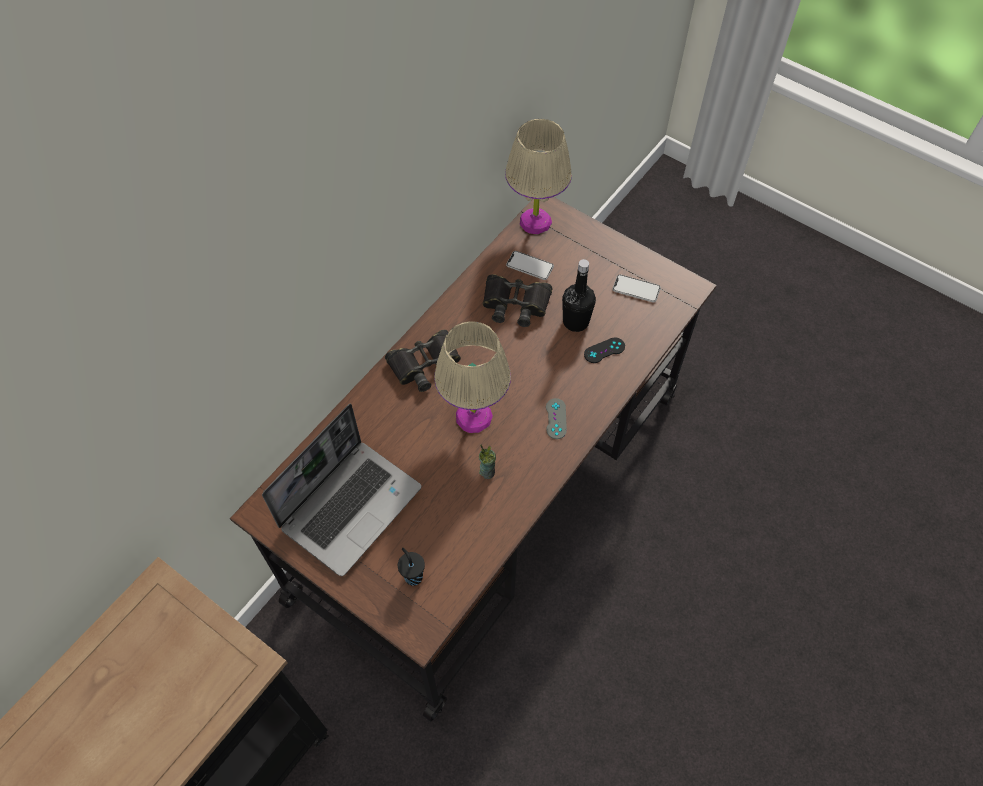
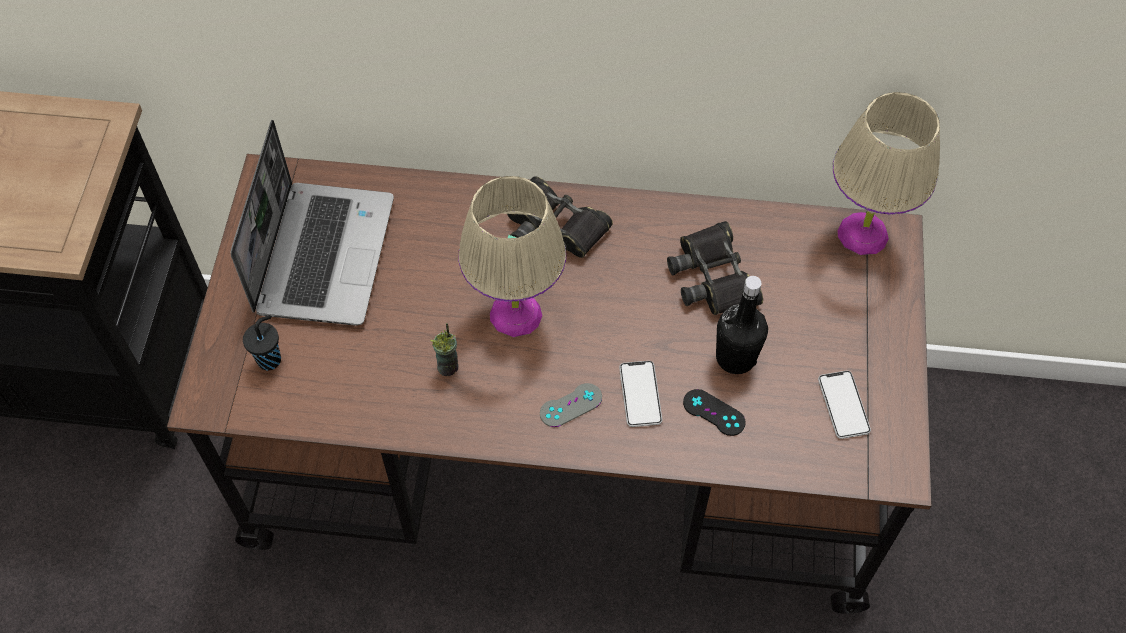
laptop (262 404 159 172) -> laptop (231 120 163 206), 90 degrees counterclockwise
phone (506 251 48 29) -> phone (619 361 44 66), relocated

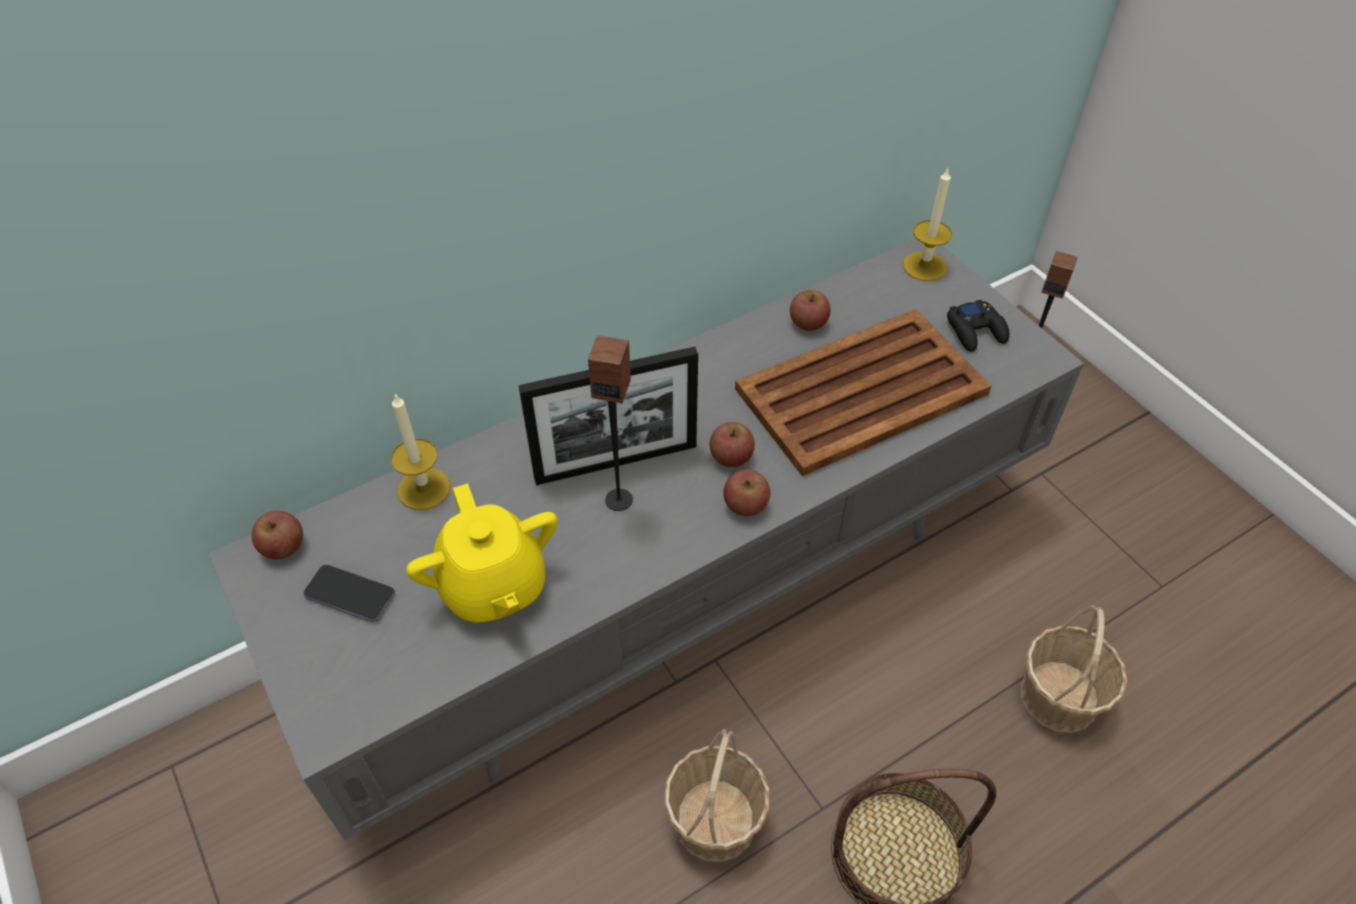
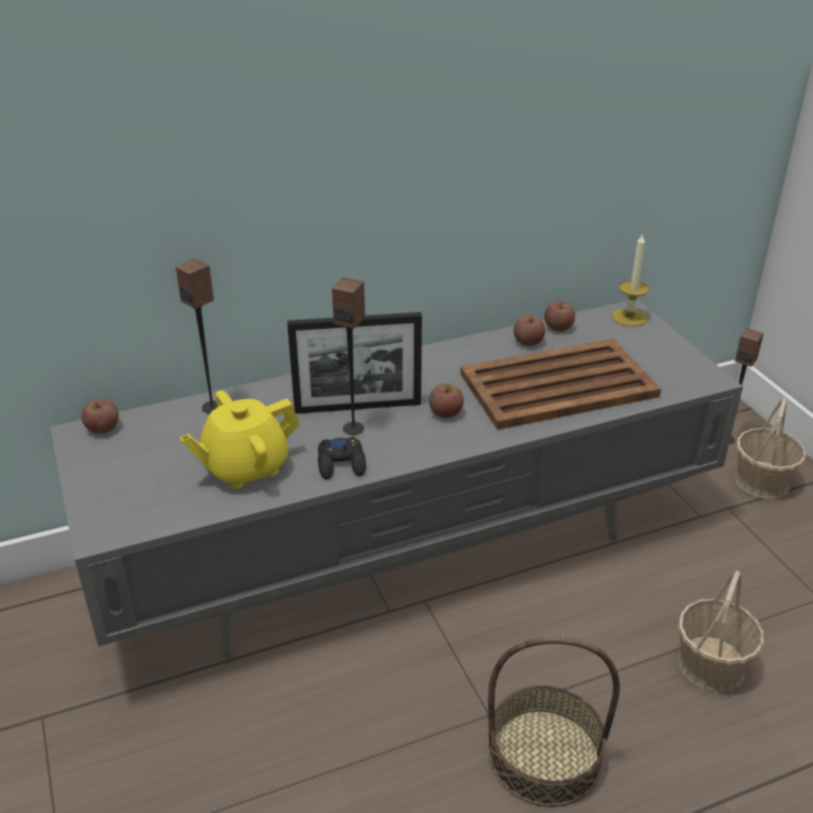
phone (303 564 92 58) -> none
candle (391 393 60 117) -> speaker (176 259 42 154)
teapot/yellow (406 483 151 140) -> teapot/yellow (180 390 120 99), 75 degrees clockwise
basket (664 729 106 133) -> basket (735 398 71 101), relocated
apple (723 469 47 47) -> apple (544 301 31 30), relocated
game controller/black (947 300 63 52) -> game controller/black (318 437 48 42), relocated

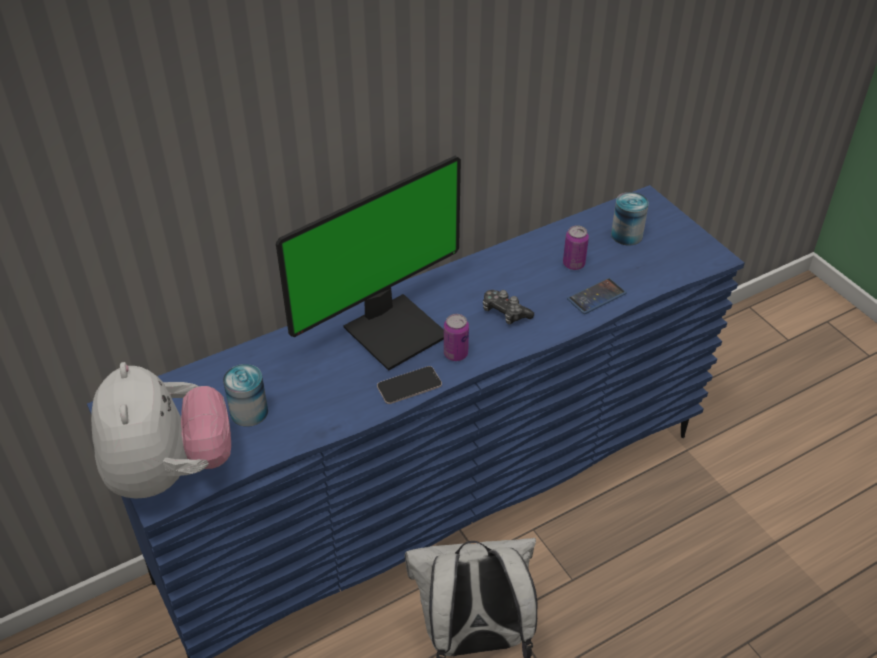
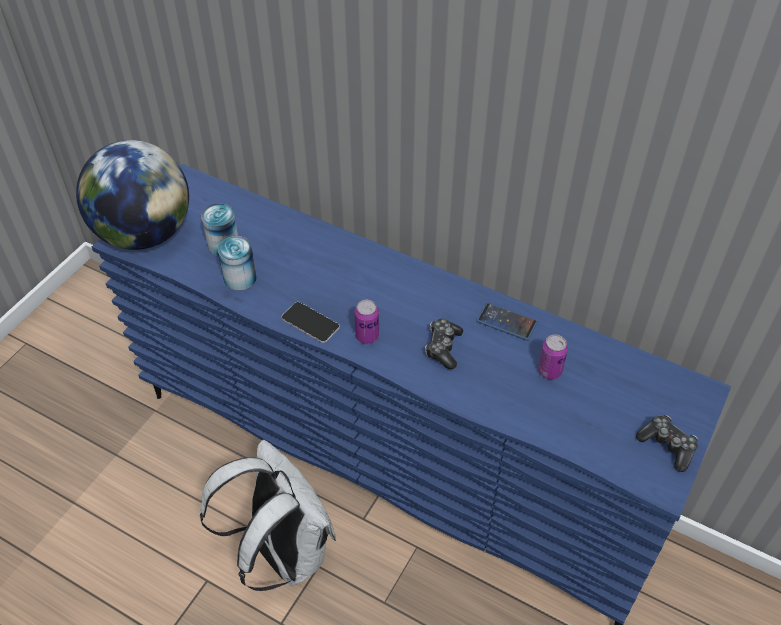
plush toy (91 362 140 137) -> globe (76 140 113 110)
monitor (276 156 185 215) -> none
phone (567 278 60 36) -> phone (476 302 62 39), relocated
can (611 192 38 54) -> can (218 236 39 55), relocated
none -> game controller (636 415 62 57)

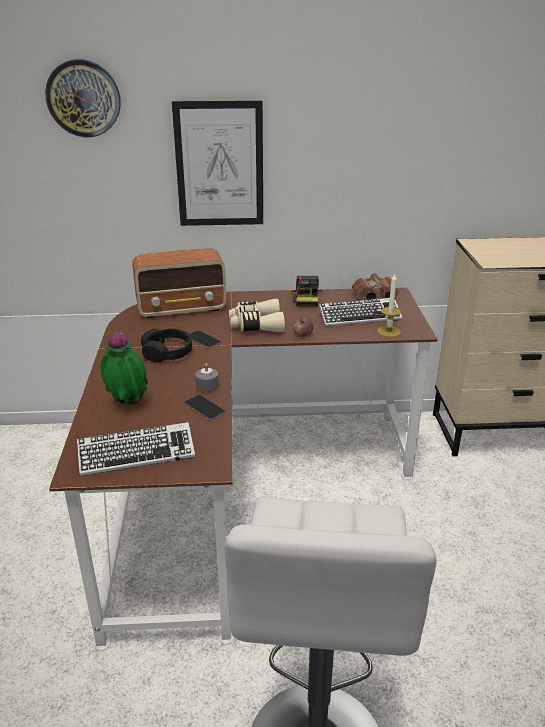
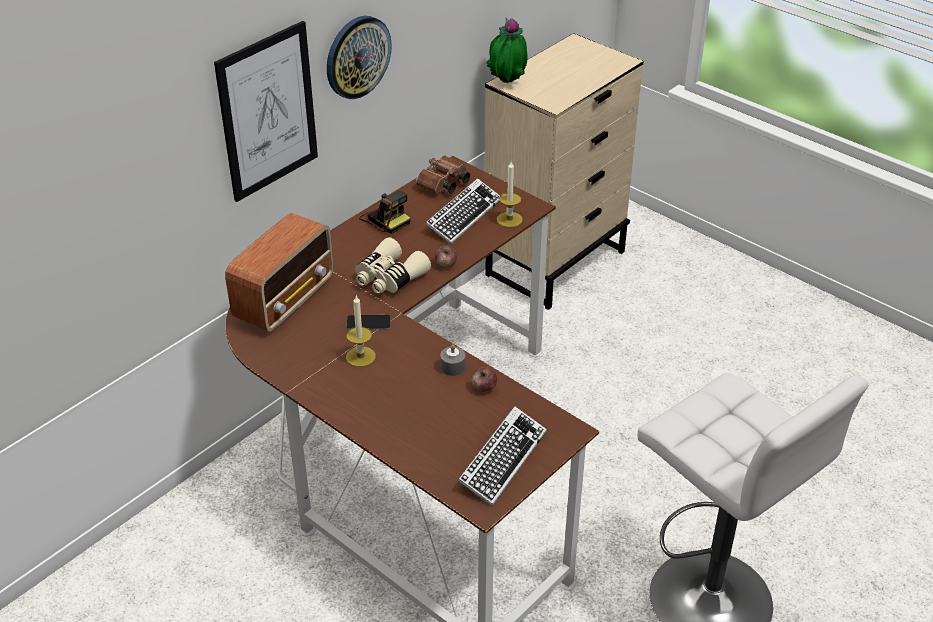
wall clock (45 59 76 78) -> wall clock (327 16 65 83), relocated
potted plant (100 330 48 75) -> potted plant (486 18 41 65), relocated
headphones/black (141 328 51 35) -> candle (346 296 30 71)
phone (185 395 40 25) -> apple (471 367 26 25)

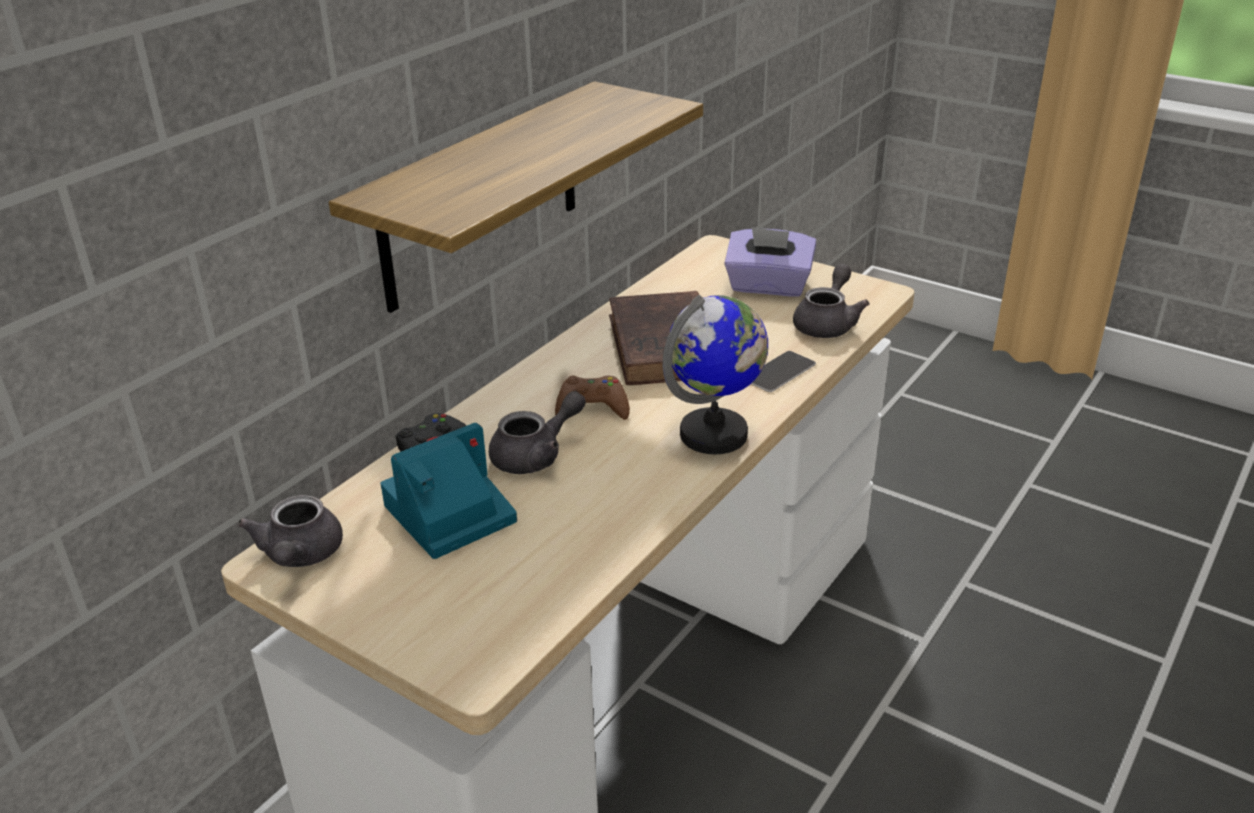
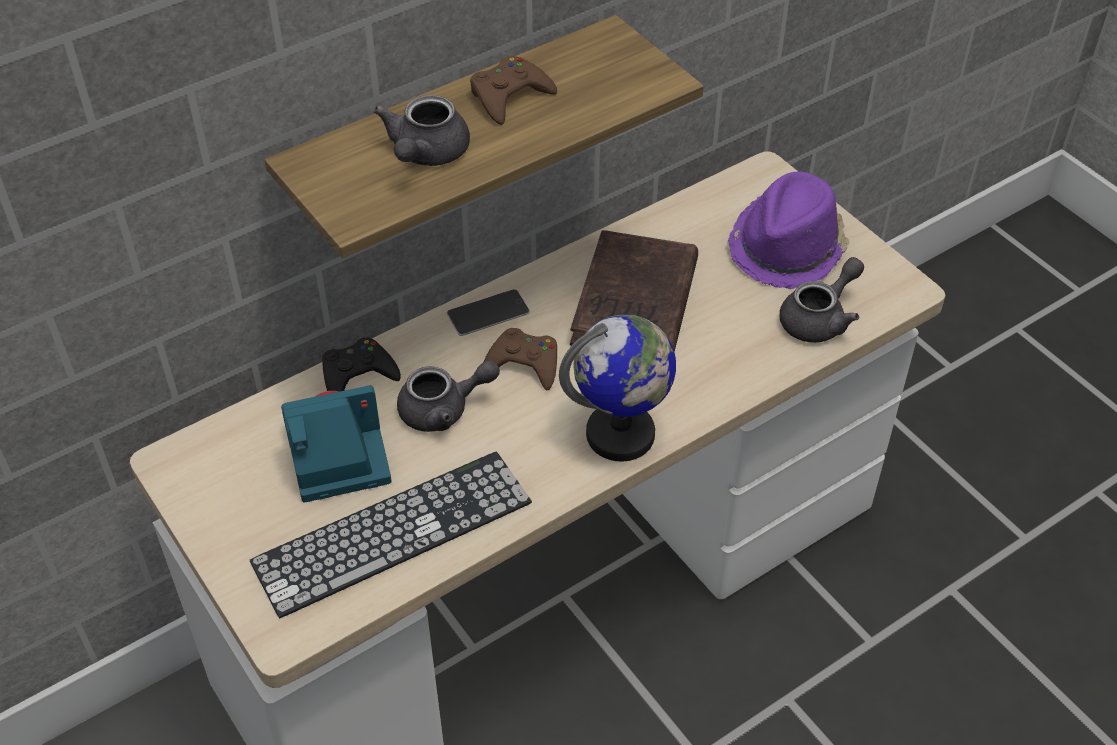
teapot/grey (237 495 106 72) -> teapot/grey (374 95 96 71), relocated
tissue box/purple (724 227 92 70) -> hat/purple (728 171 121 118)
phone (751 351 65 41) -> phone (447 289 83 47), relocated
none -> keyboard (250 452 282 166)
none -> game controller/brown (470 56 87 69)

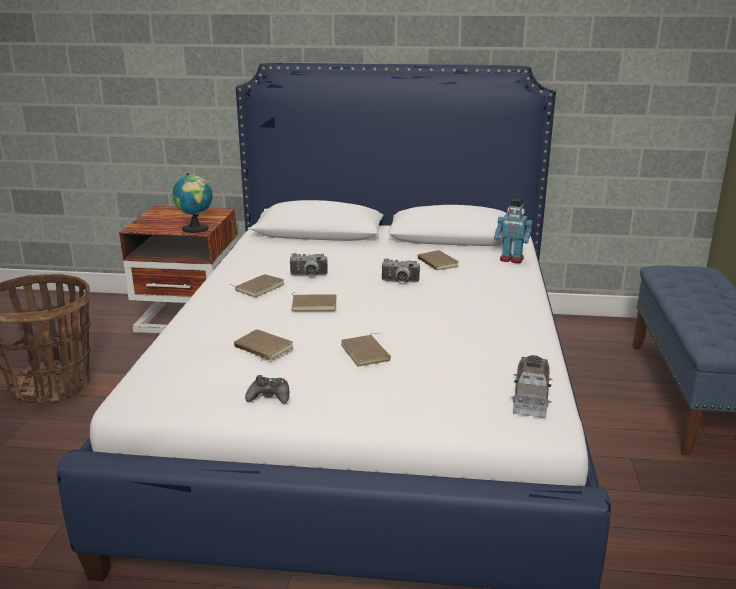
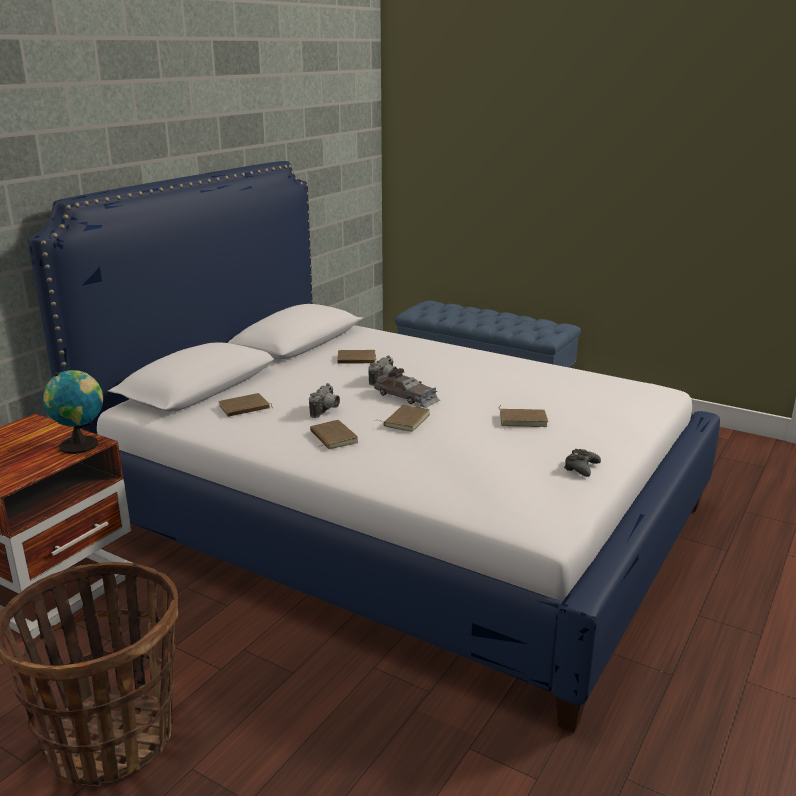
book/brown (234 329 60 32) -> book/brown (218 393 55 24), relocated
toy robot (494 198 39 65) -> none
toy car/grey (511 355 42 63) -> toy car/grey (374 368 66 40), relocated

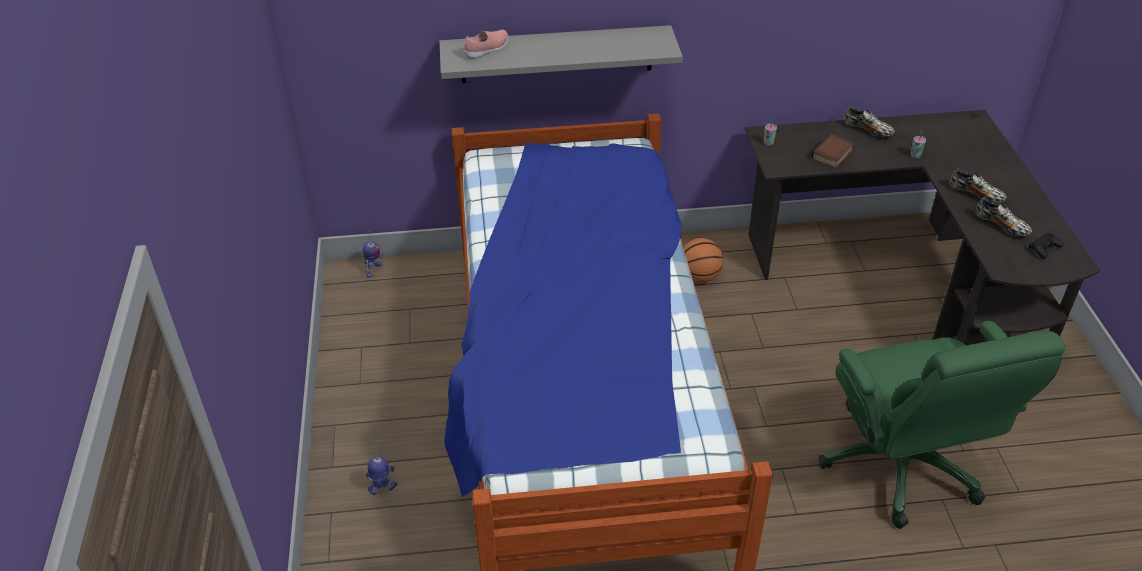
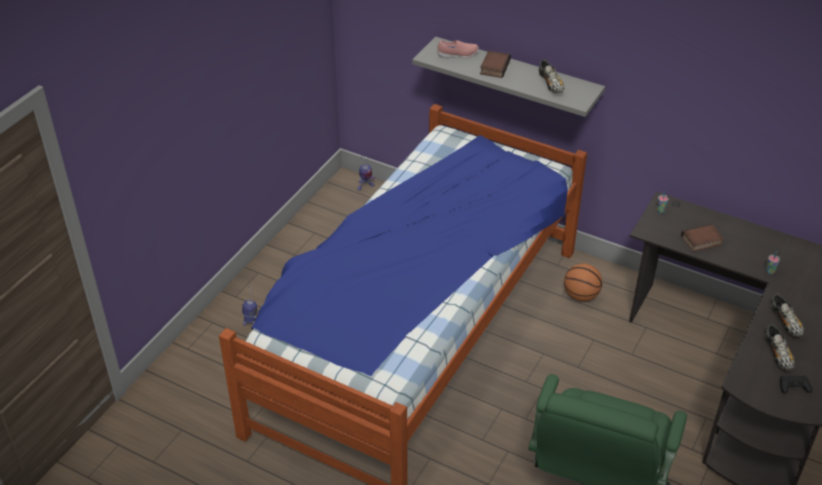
shoe (844 106 51 31) -> shoe (539 59 25 34), relocated
none -> book (480 51 31 27)

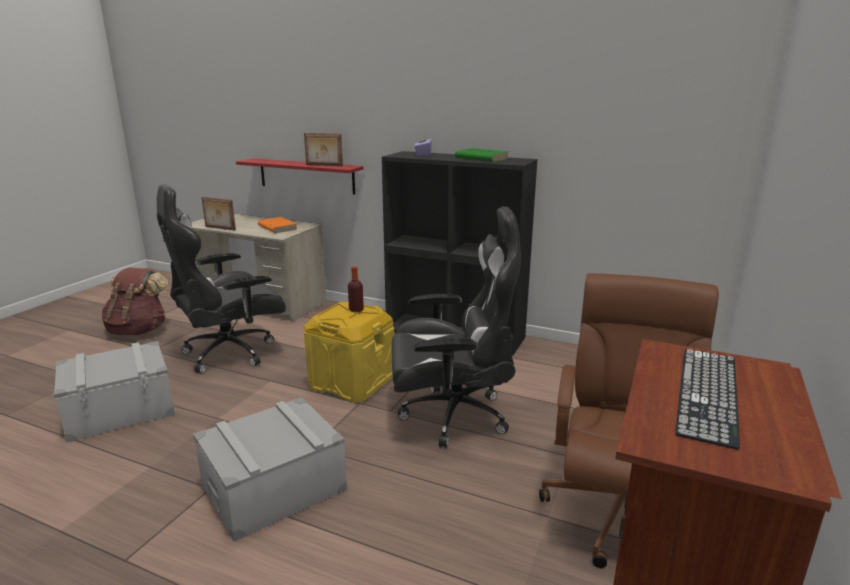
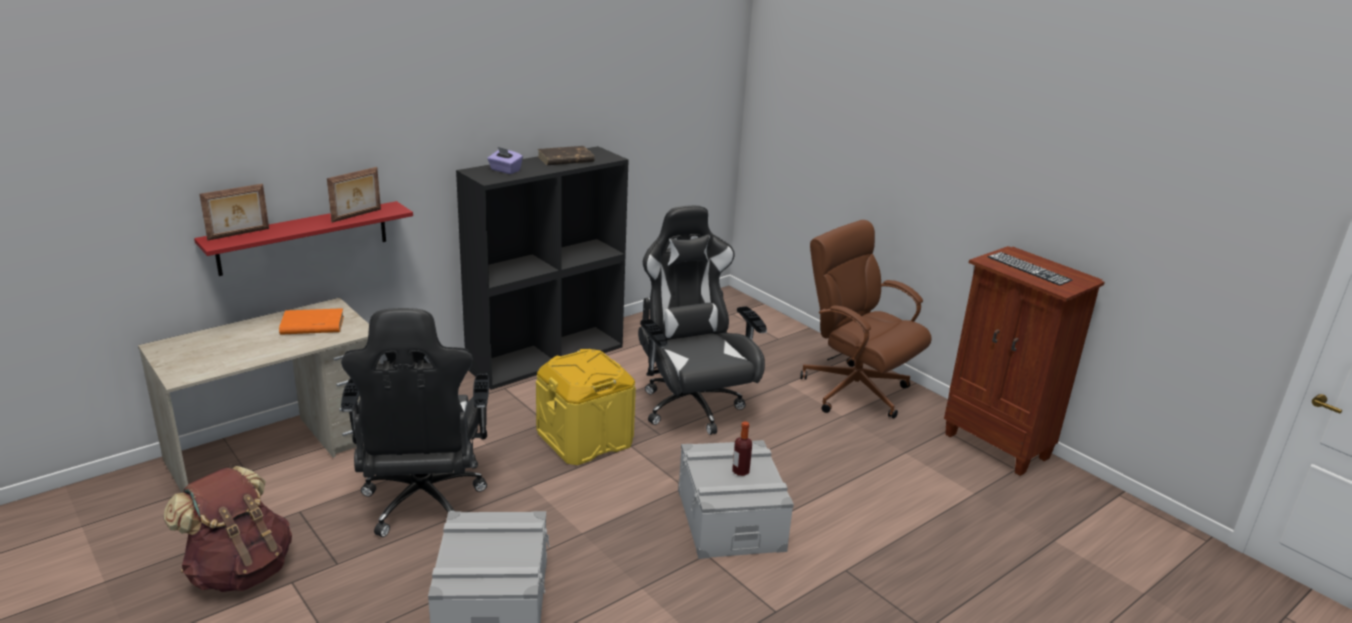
picture frame (201 197 35 34) -> picture frame (199 184 70 56), relocated
bottle (348 266 16 47) -> bottle (732 421 20 55), relocated
office chair/black (392 206 129 242) -> office chair/black (638 205 129 230), 45 degrees counterclockwise
book/green (455 148 54 14) -> book/brown (538 146 57 19)

